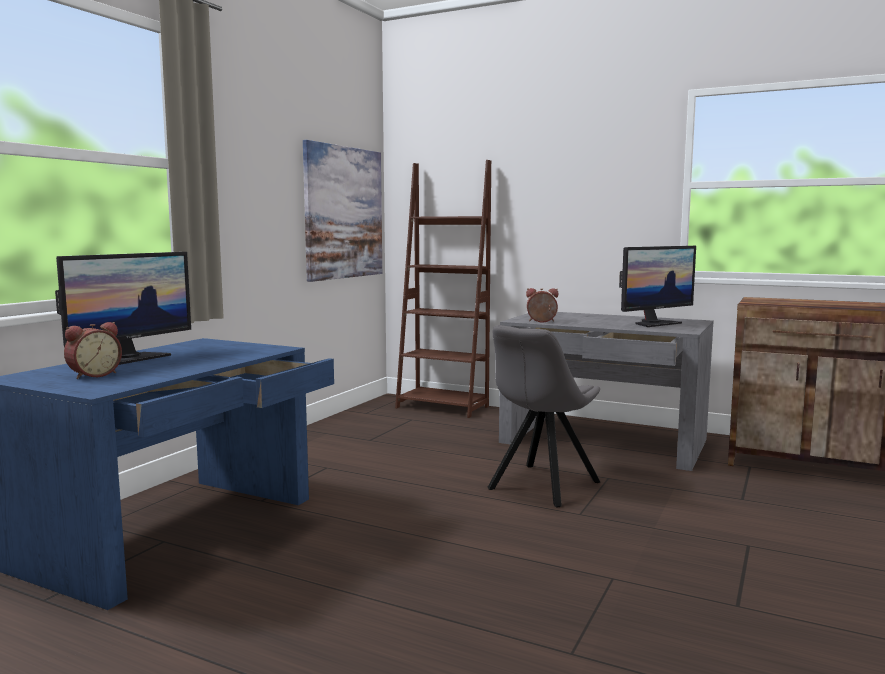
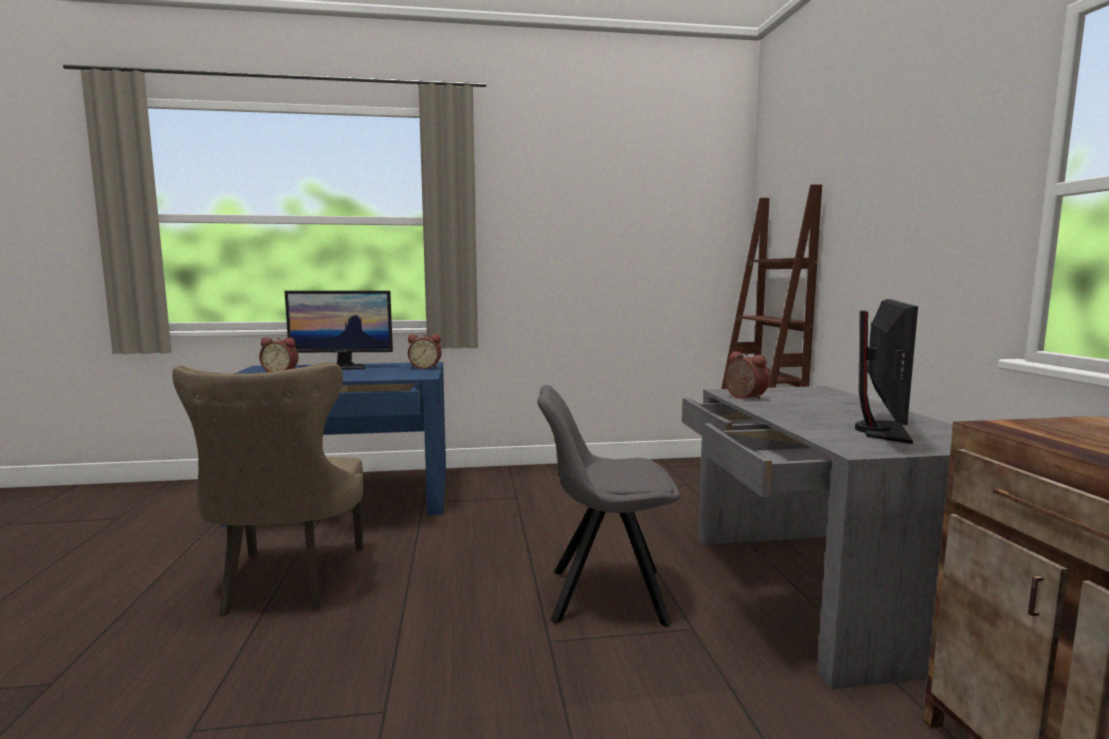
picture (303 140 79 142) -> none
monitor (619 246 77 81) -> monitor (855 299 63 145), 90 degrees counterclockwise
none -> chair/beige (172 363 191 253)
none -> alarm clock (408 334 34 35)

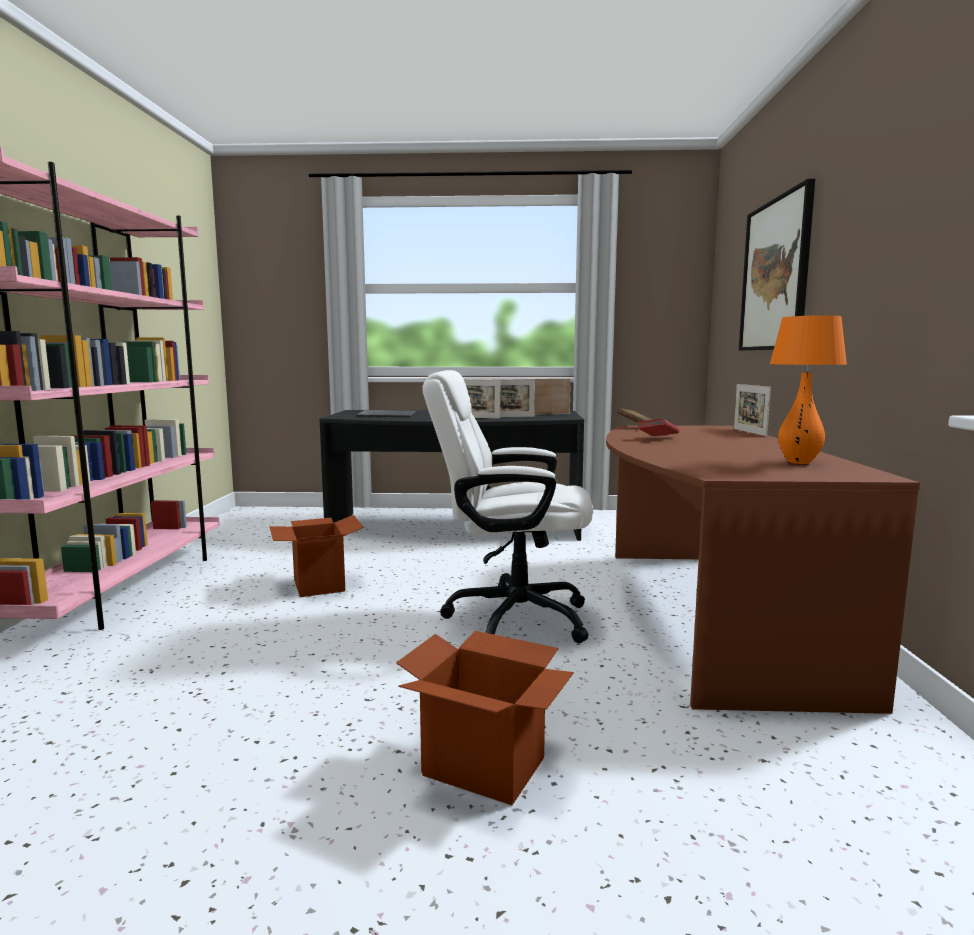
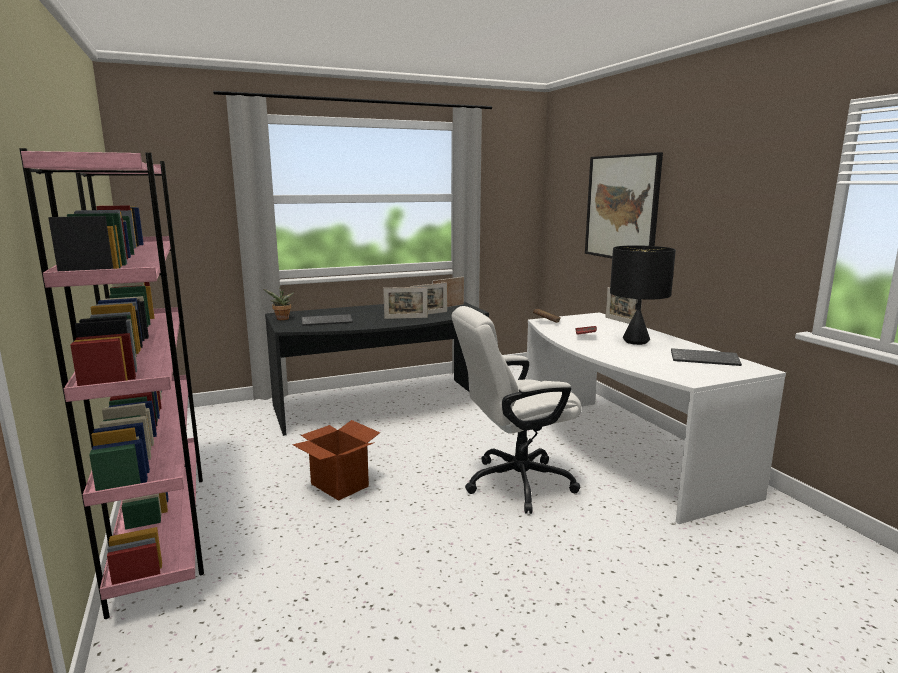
cardboard box (396 631 178 174) -> none
desk/brown (606 425 314 289) -> desk/white (526 312 260 212)
table lamp/orange (770 315 77 149) -> keyboard (671 348 71 18)
none -> potted plant (263 287 32 33)
none -> table lamp/black (610 245 66 100)

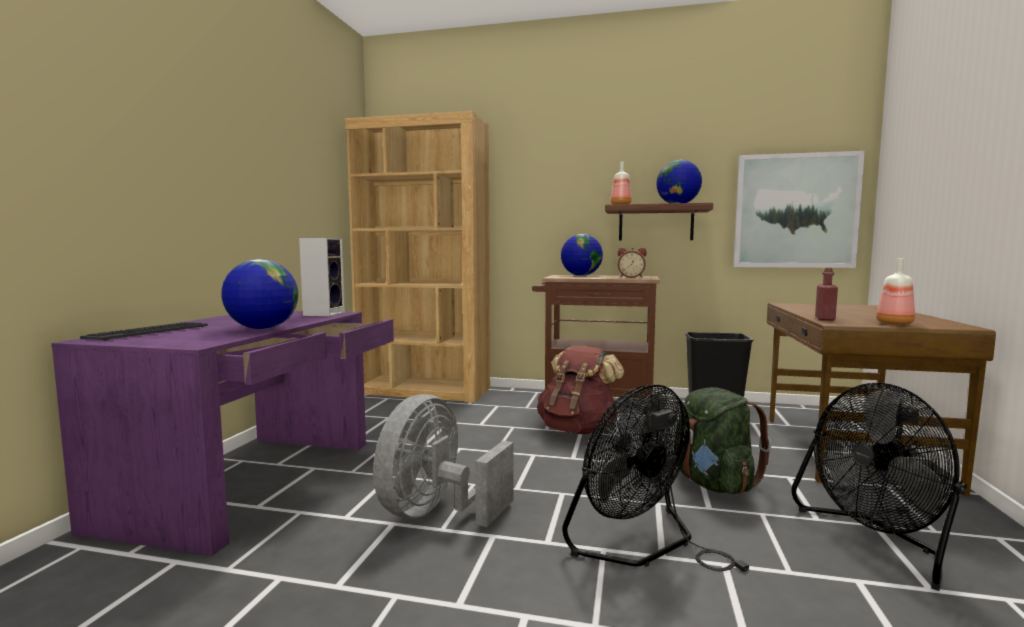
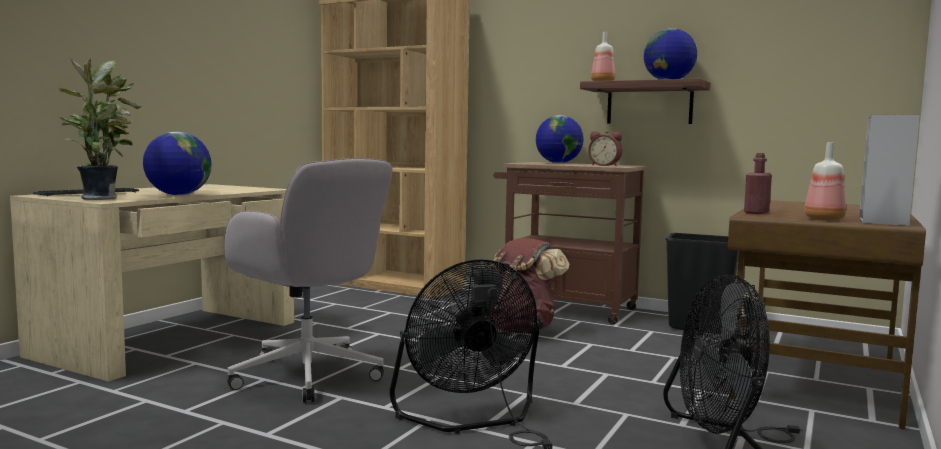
desk/purple (51 311 343 245) -> desk/beige (10 184 284 198)
speaker (299 238 46 78) -> speaker (859 115 61 111), relocated
fan/grey (373 394 140 133) -> office chair/grey (225 158 167 245)
backpack/green (674 387 98 107) -> none
picture (733 151 132 117) -> none
none -> potted plant (58 58 84 142)

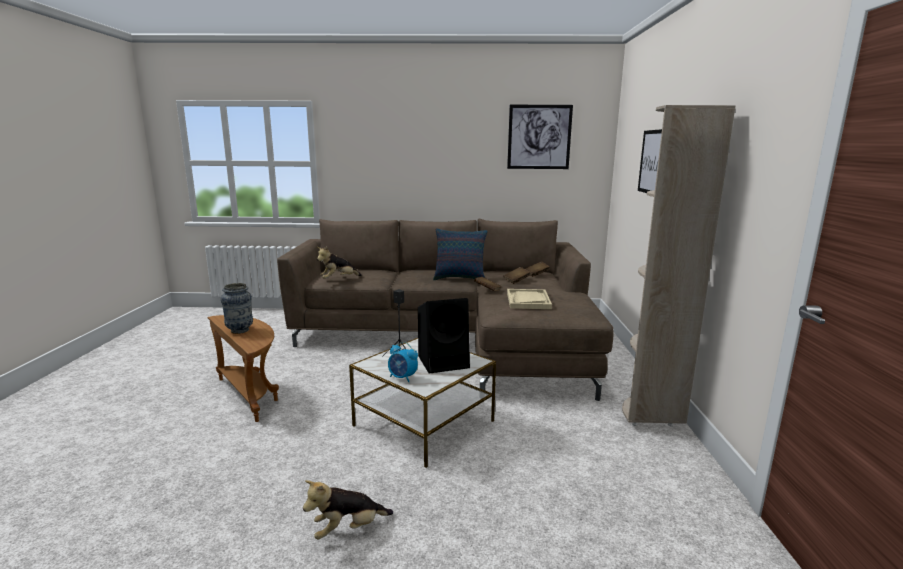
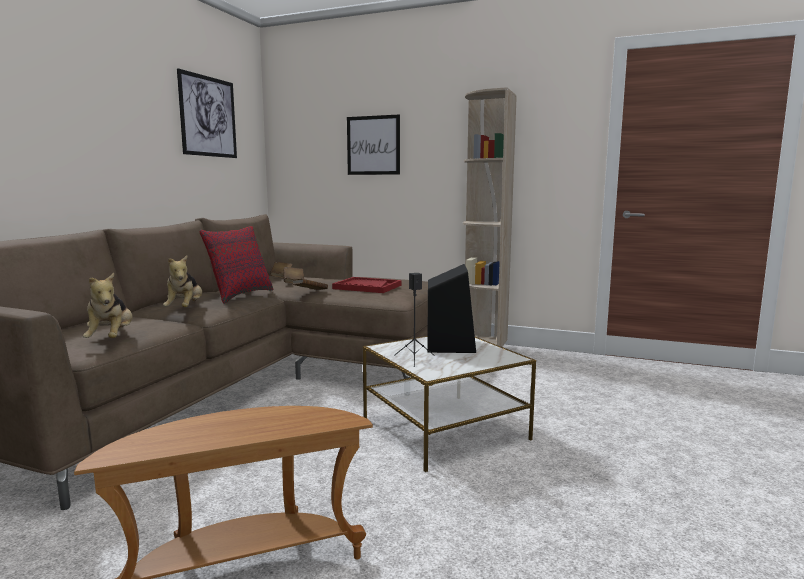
vase (221 283 32 51) -> none
plush toy (303 480 90 59) -> plush toy (163 256 39 51), relocated
alarm clock (388 342 30 40) -> none
pillow/blue (433 228 55 52) -> pillow/red (199 226 74 78)
tray/beige (507 289 45 20) -> tray/red (332 277 69 16)

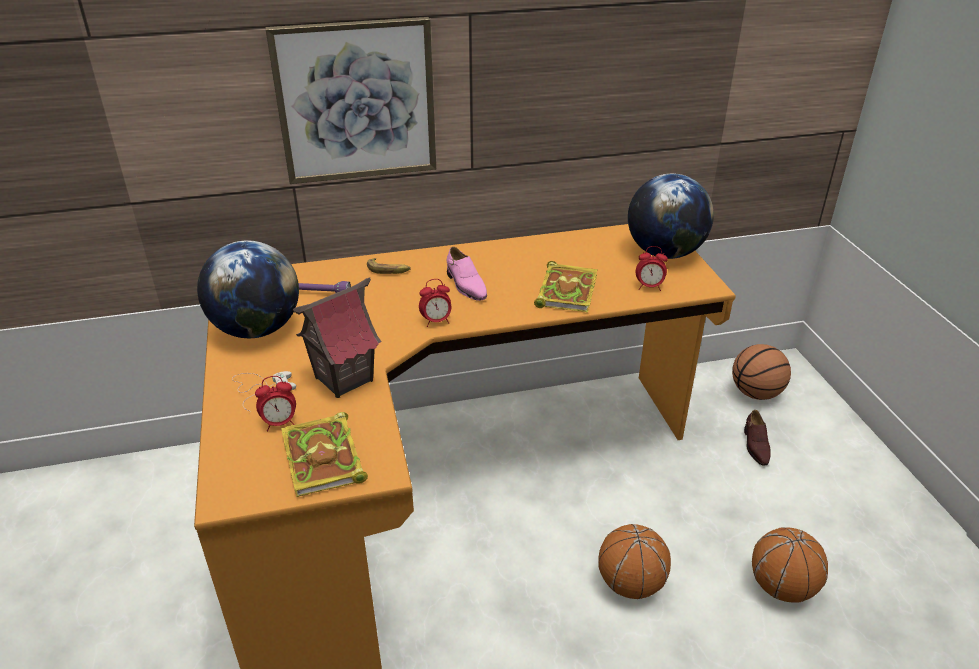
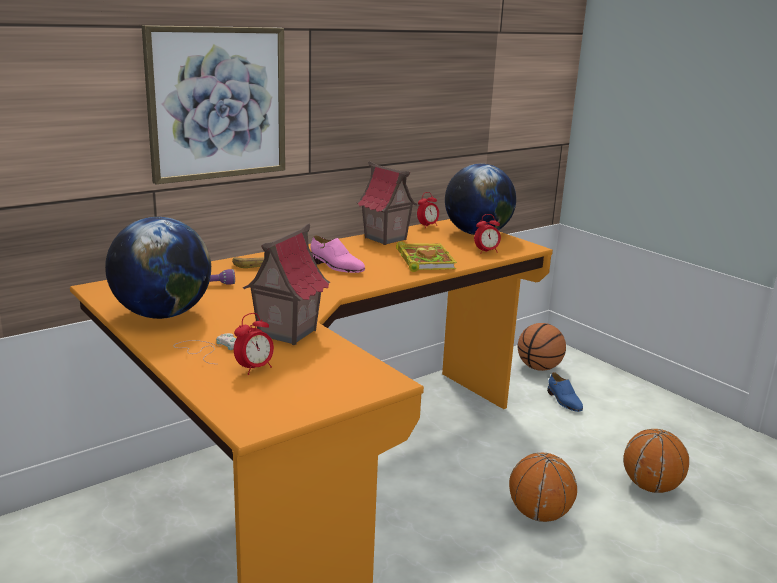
book (281 412 87 85) -> none
alarm clock (419 279 32 48) -> alarm clock (417 192 22 36), relocated
shoe/brown (744 410 27 55) -> shoe/blue (547 372 36 40)
none -> toy house (356 161 62 84)

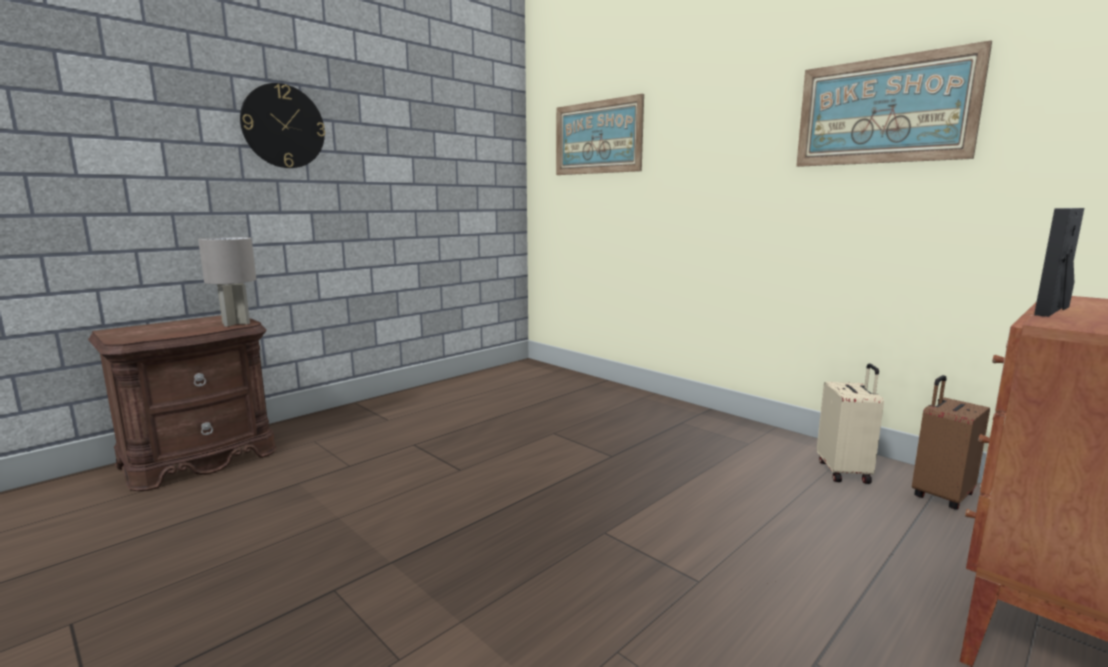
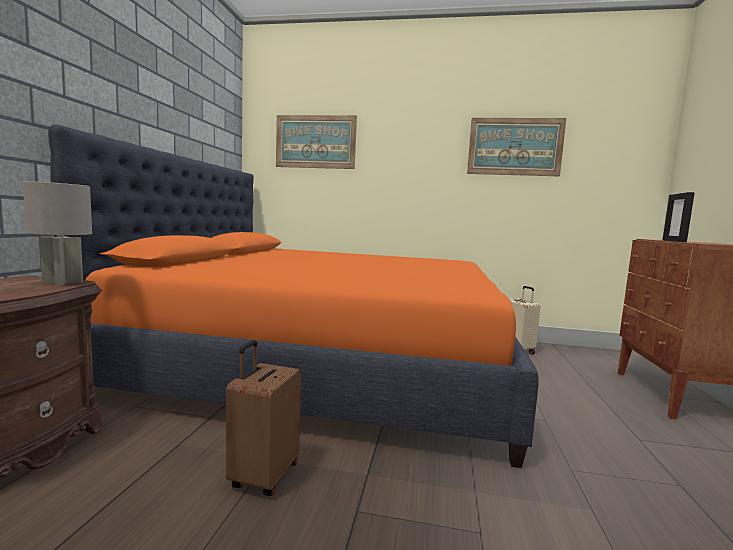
wall clock (240 83 85 85) -> none
suitcase/brown (912 375 78 135) -> suitcase/brown (226 340 75 156), relocated
none -> bed/orange (48 124 491 344)

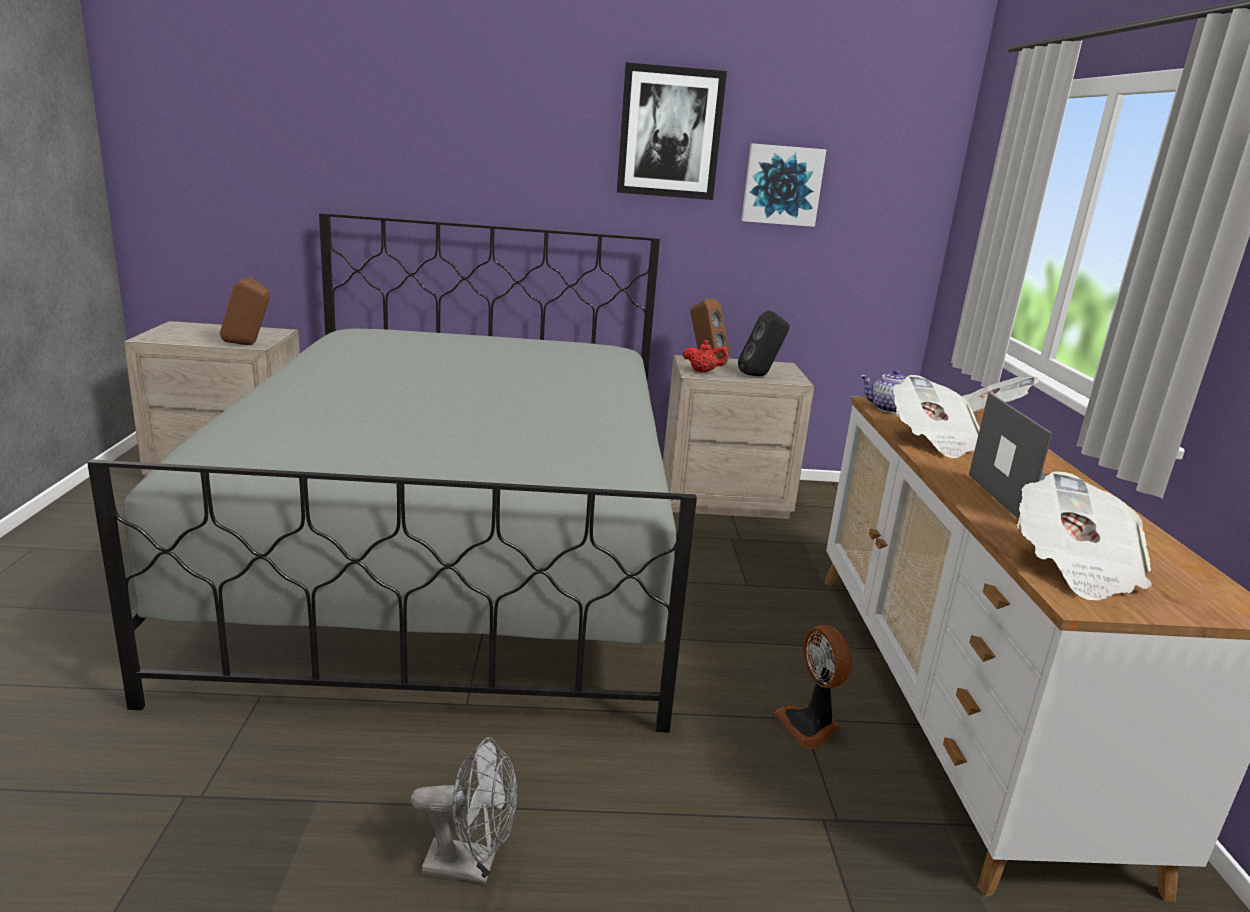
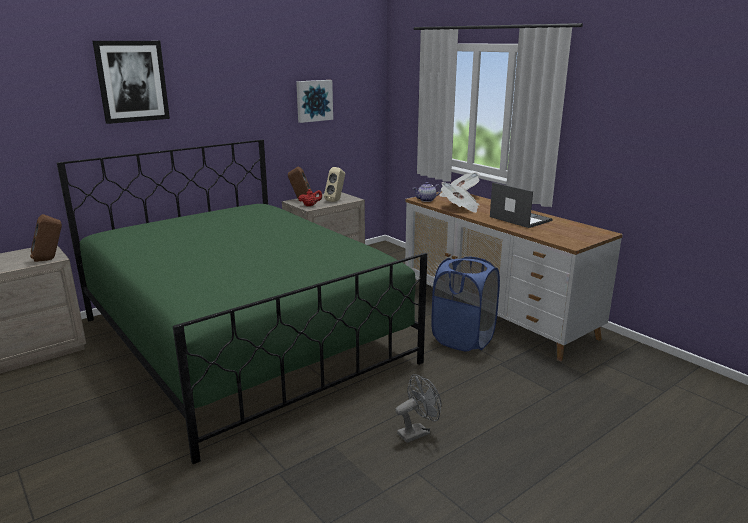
bed/grey (87 213 610 520) -> bed/green (57 140 370 324)
picture (617 62 110 138) -> picture (92 41 78 83), relocated
speaker/black (738 311 52 65) -> speaker/beige (324 167 21 35)
fan (775 625 77 124) -> laundry basket/blue (431 256 69 95)
newspaper (1017 471 135 129) -> none

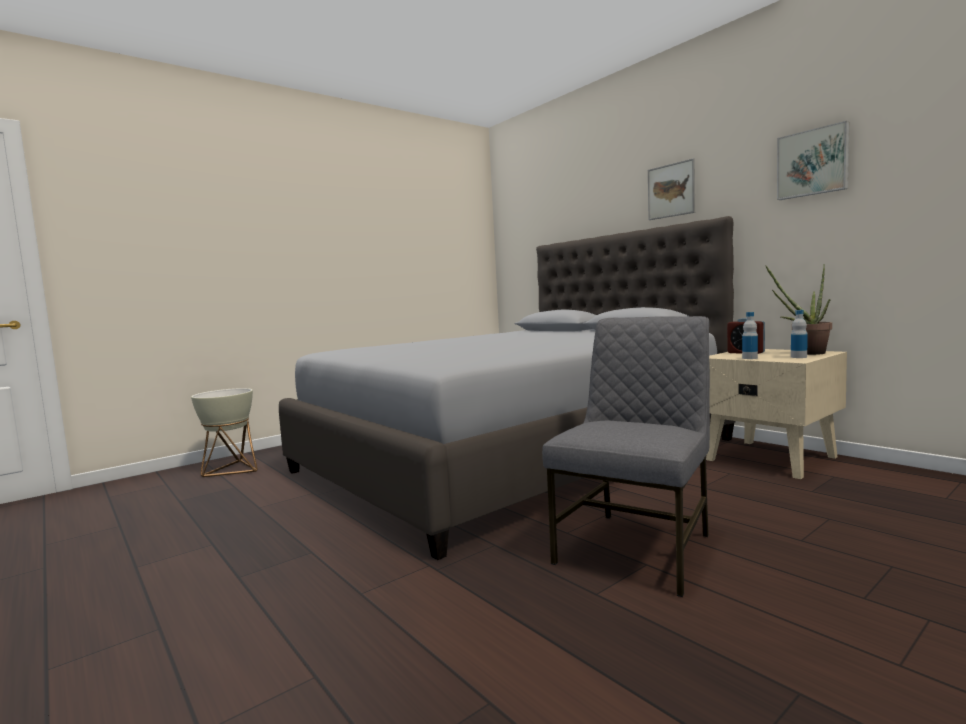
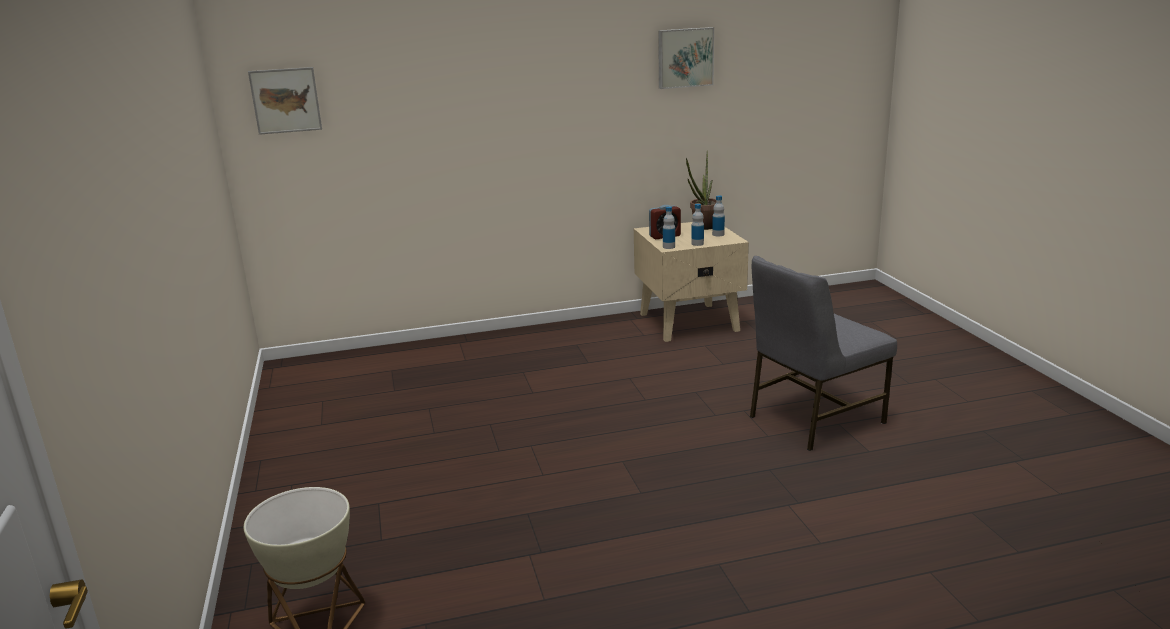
bed/grey (279 216 457 344) -> none
chair/grey (542 316 168 281) -> chair/grey (750 256 147 195), 90 degrees counterclockwise
picture (648 158 47 62) -> picture (248 67 74 68), relocated
none -> bottle (663 206 12 43)

